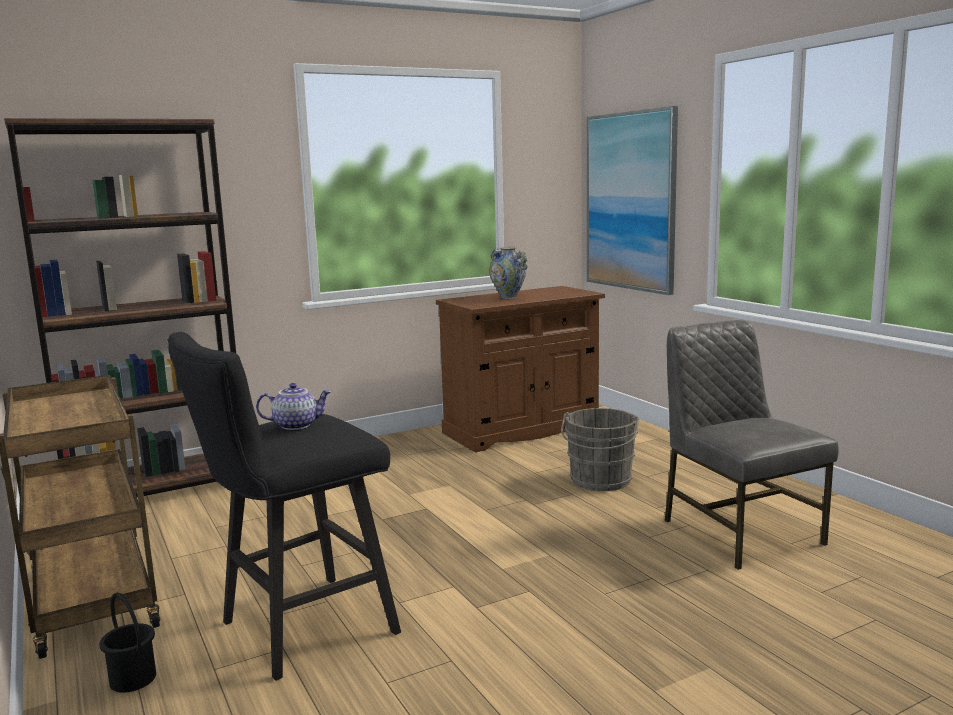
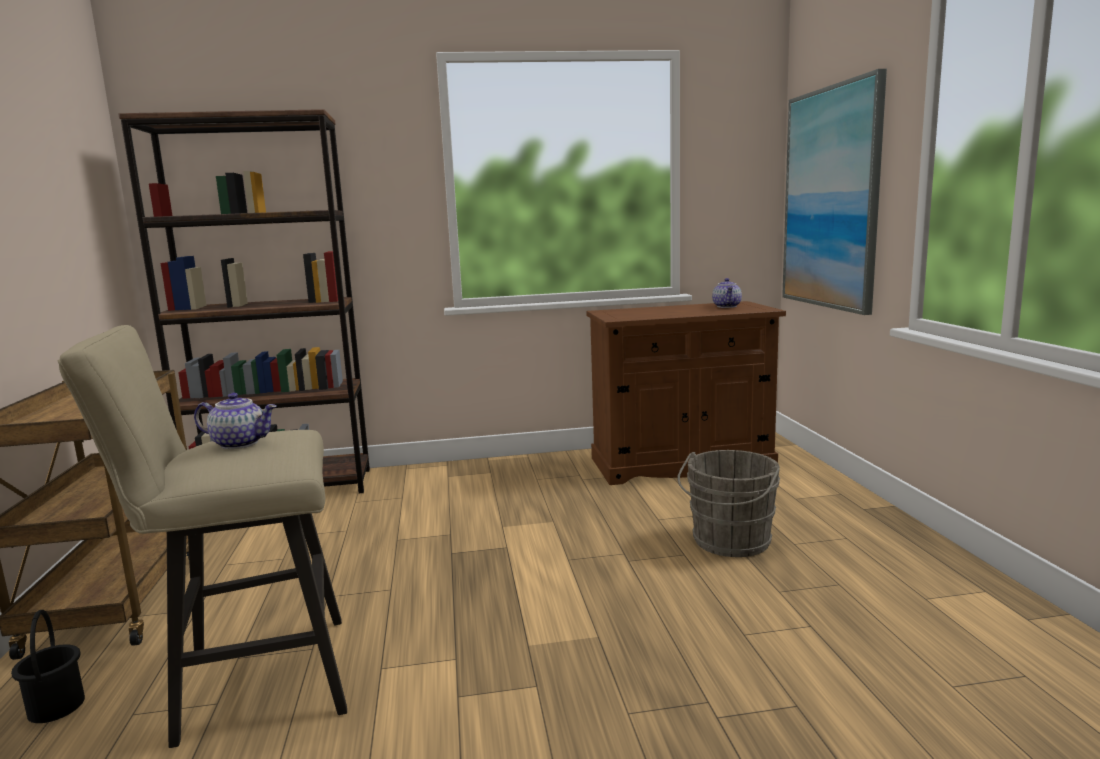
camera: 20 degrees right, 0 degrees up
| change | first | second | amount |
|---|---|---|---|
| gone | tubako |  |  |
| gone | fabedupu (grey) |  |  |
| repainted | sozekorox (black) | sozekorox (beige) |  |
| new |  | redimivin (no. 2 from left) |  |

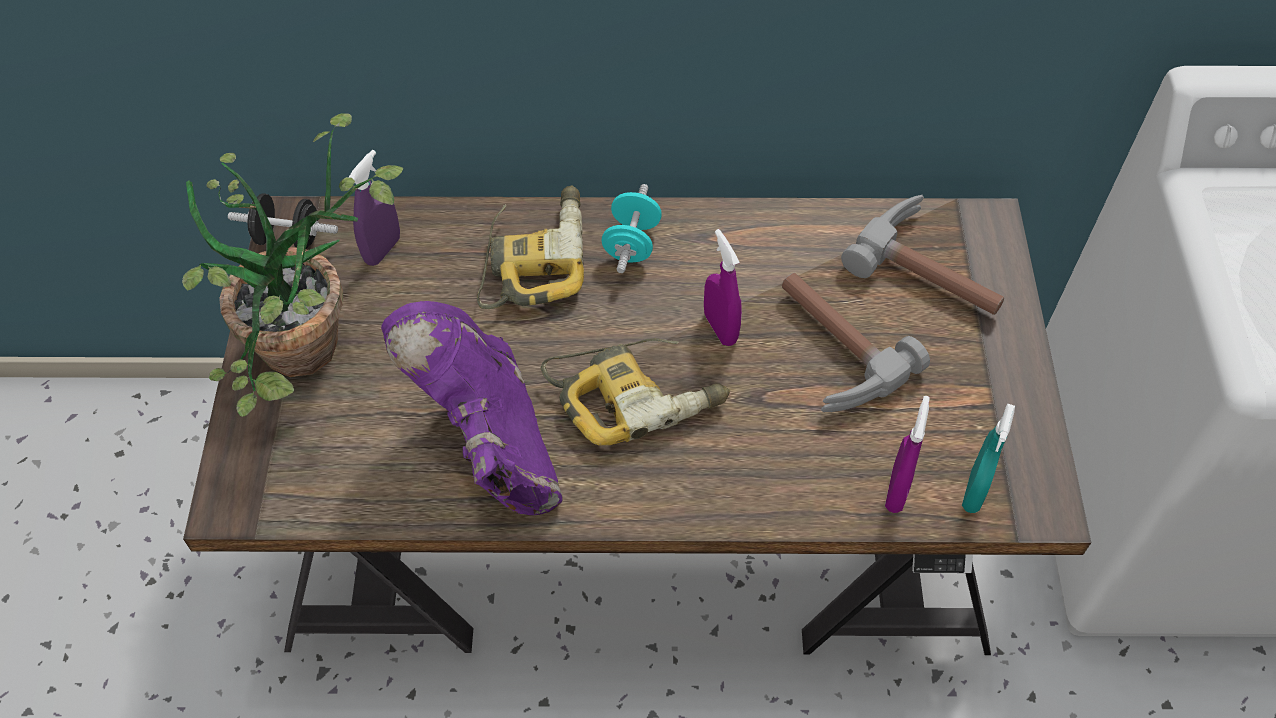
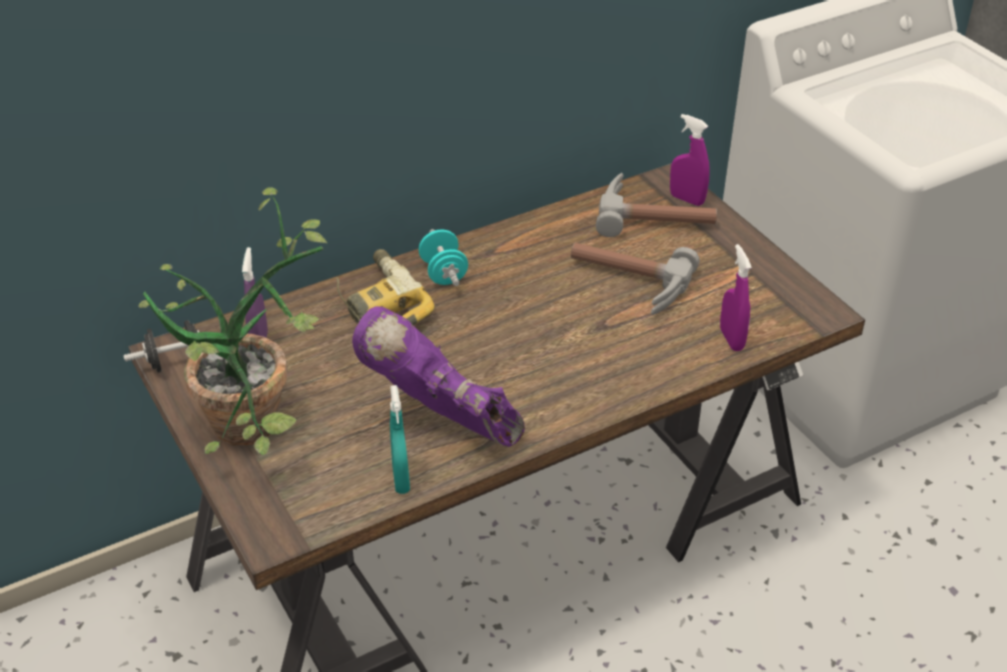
camera: 30 degrees left, 15 degrees down
| change | first | second | amount |
|---|---|---|---|
| shifted | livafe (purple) (no. 2 from left) |  |  |
| gone | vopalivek (no. 2 from left) |  |  |
| shifted | livafe (turquoise) |  |  |

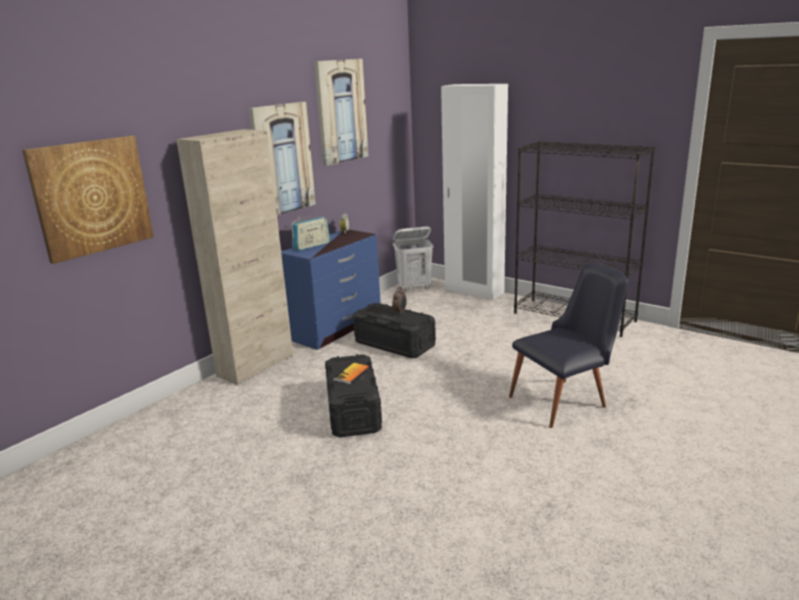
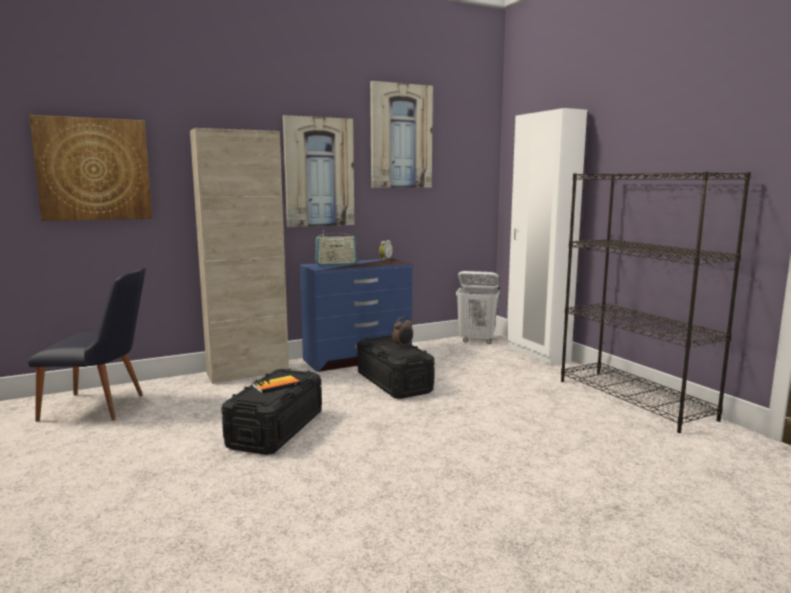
camera: 25 degrees right, 10 degrees down
| change | first | second | amount |
|---|---|---|---|
| shifted | fabedupu (black) |  |  |

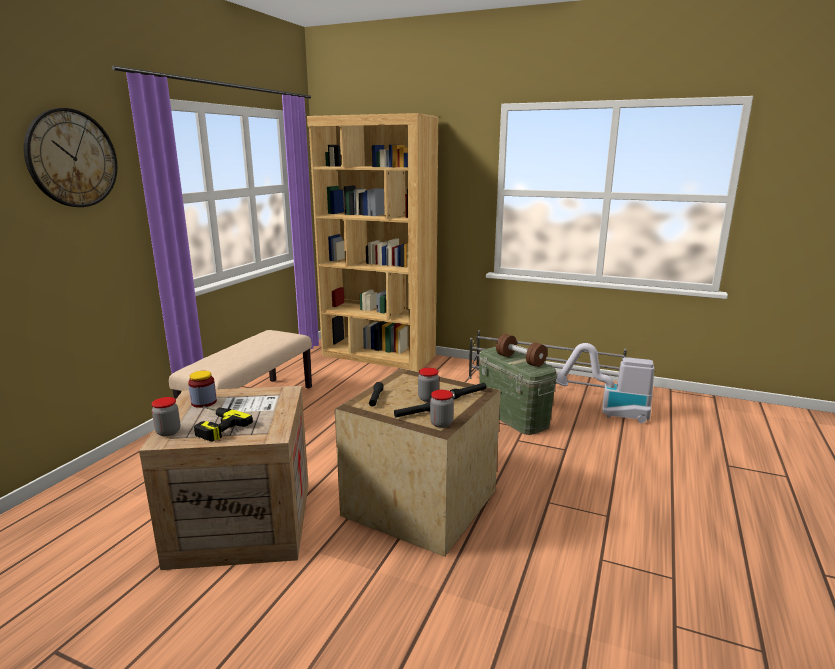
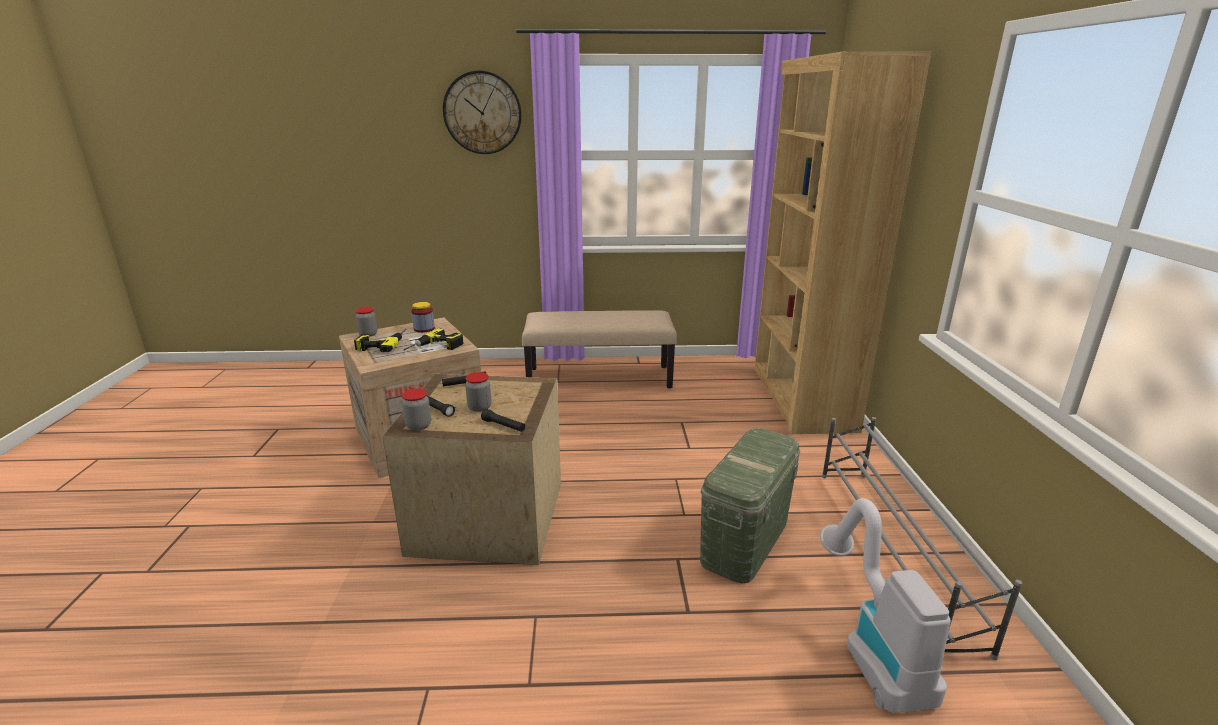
camera: 65 degrees right, 5 degrees up
| change | first | second | amount |
|---|---|---|---|
| gone | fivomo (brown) |  |  |
| new |  | vopalivek (no. 2 from left) |  |

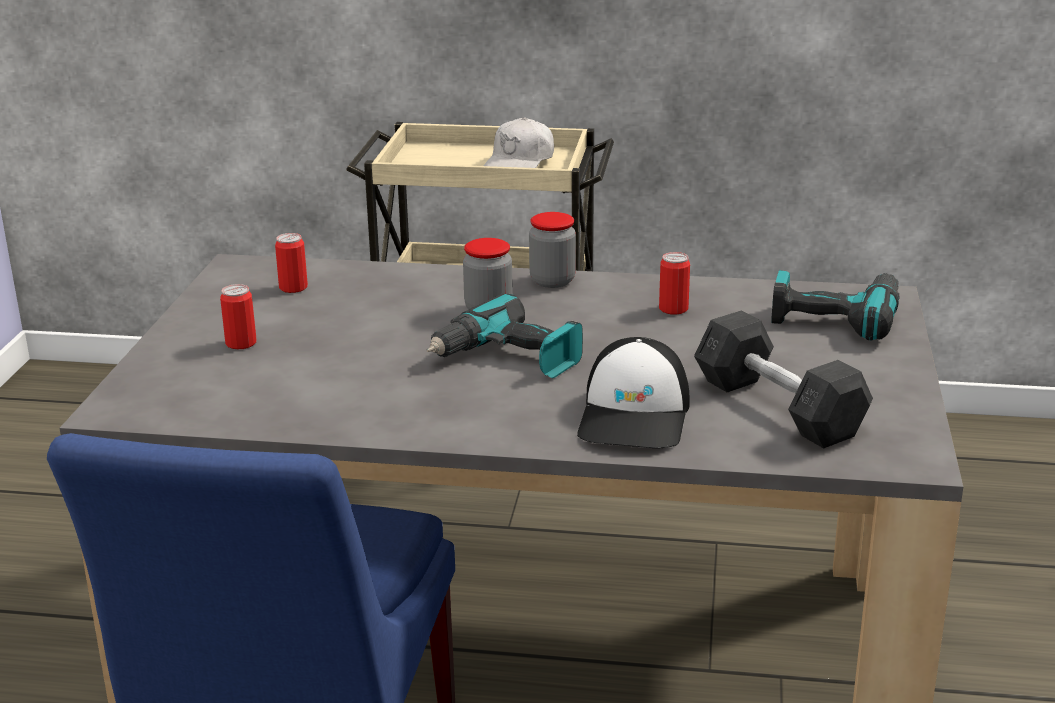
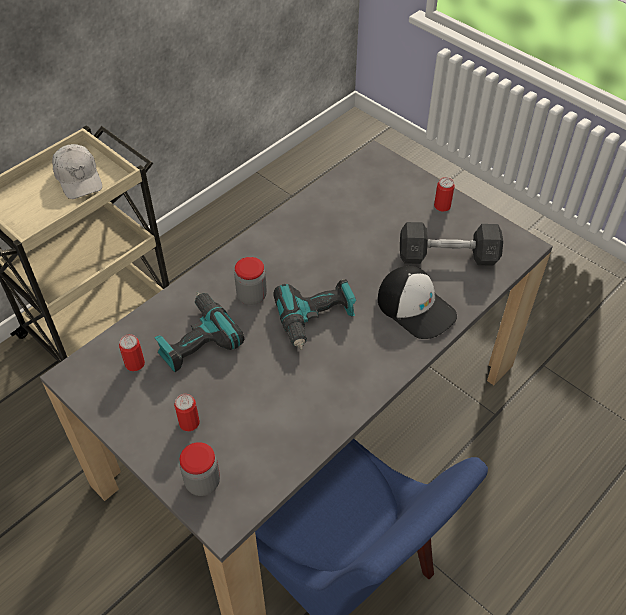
camera: 55 degrees left, 25 degrees up
| change | first | second | amount |
|---|---|---|---|
| shifted | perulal (no. 2 from left in the first image) | perulal (no. 1 from left) |  |
| shifted | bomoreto (no. 3 from left) |  |  |
| shifted | vopalivek (no. 2 from left in the first image) | vopalivek (no. 1 from left) |  |

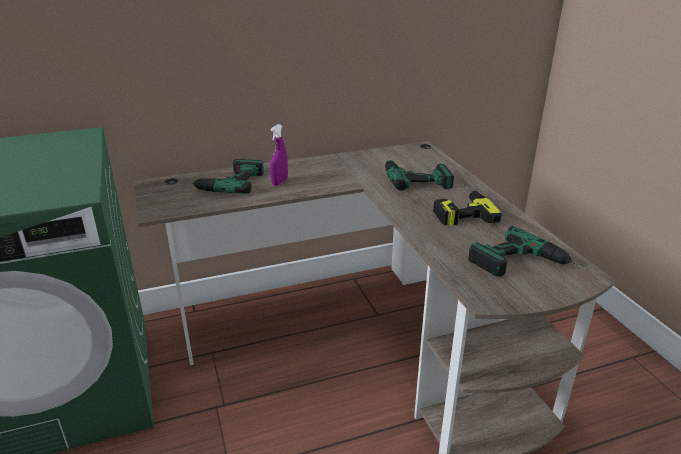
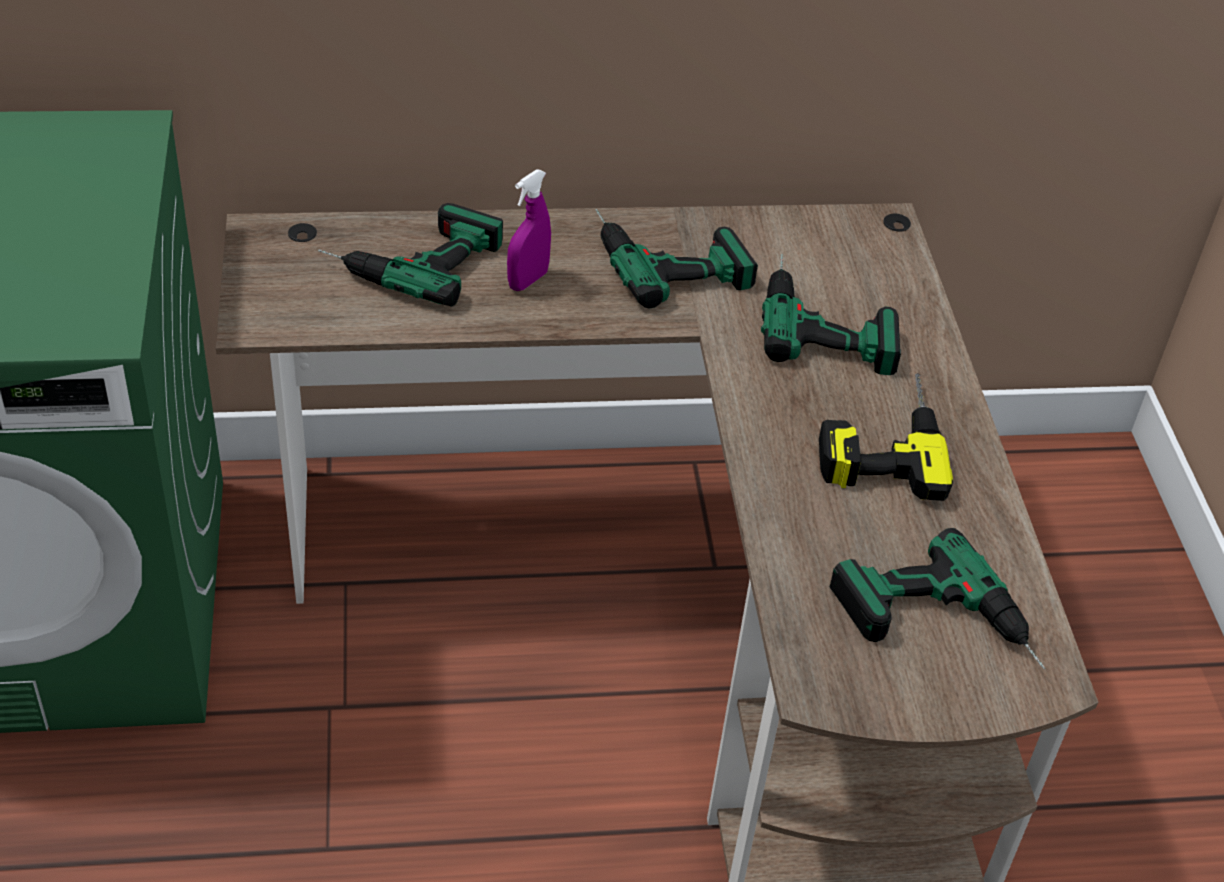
camera: 10 degrees right, 15 degrees up
| change | first | second | amount |
|---|---|---|---|
| new |  | vopalivek (no. 2 from left) |  |

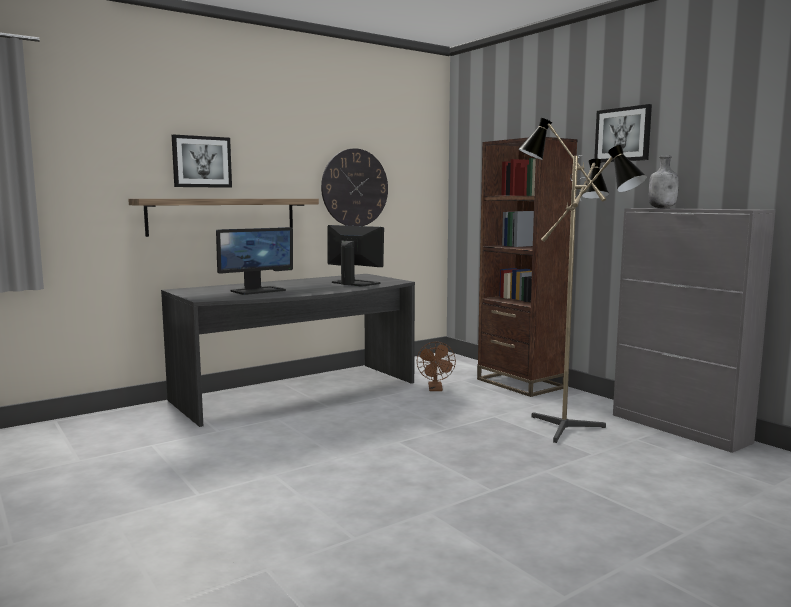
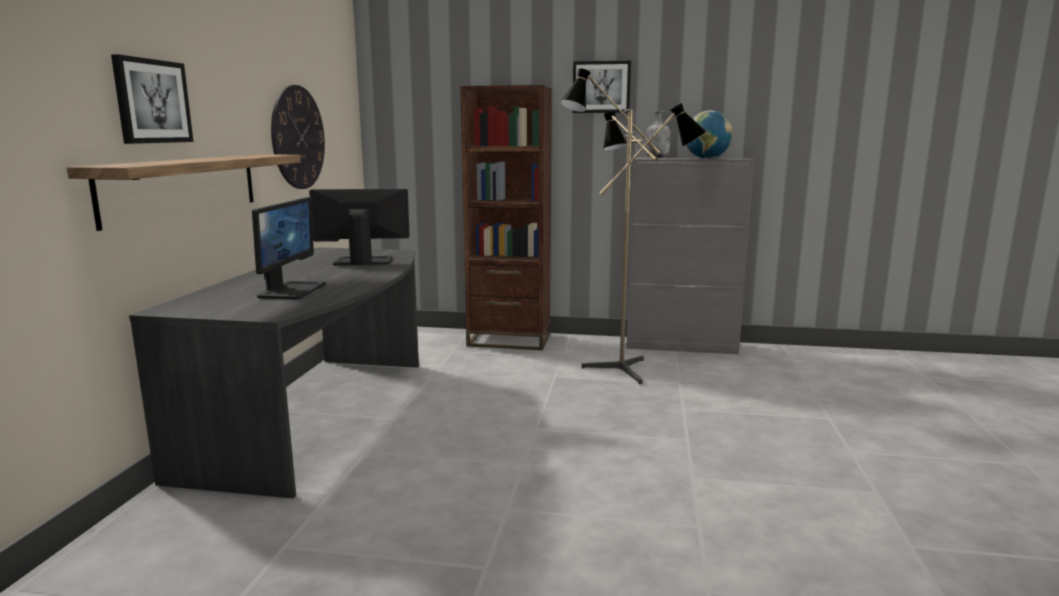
camera: 45 degrees left, 5 degrees up
| change | first | second | amount |
|---|---|---|---|
| gone | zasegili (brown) |  |  |
| new |  | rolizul |  |

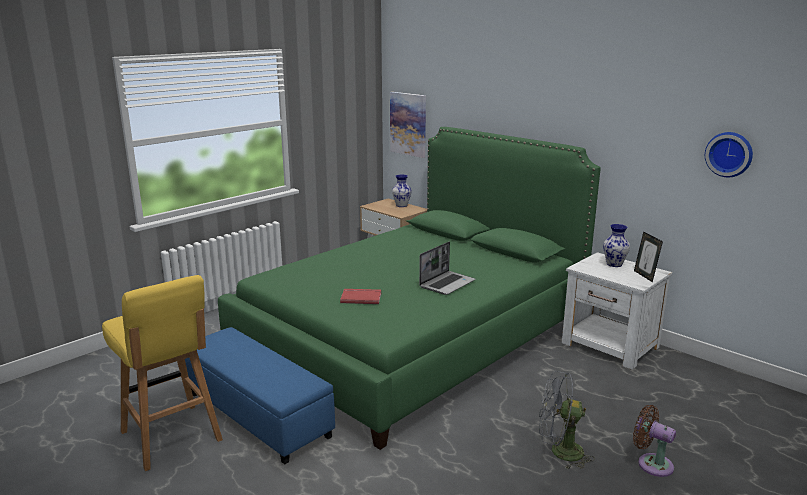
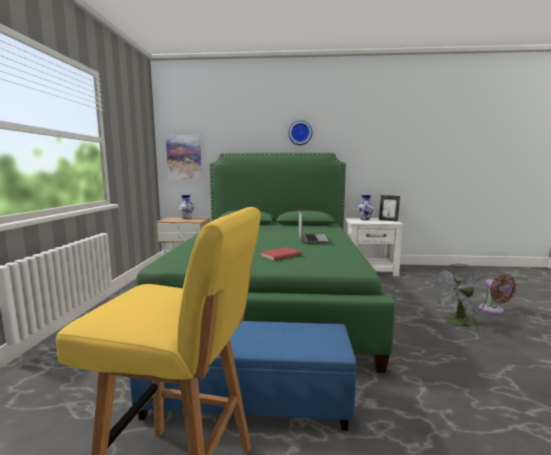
camera: 40 degrees left, 10 degrees down
| change | first | second | amount |
|---|---|---|---|
| shifted | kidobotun |  |  |
| rotated | zasegili (brown) |  | 105 degrees counterclockwise |

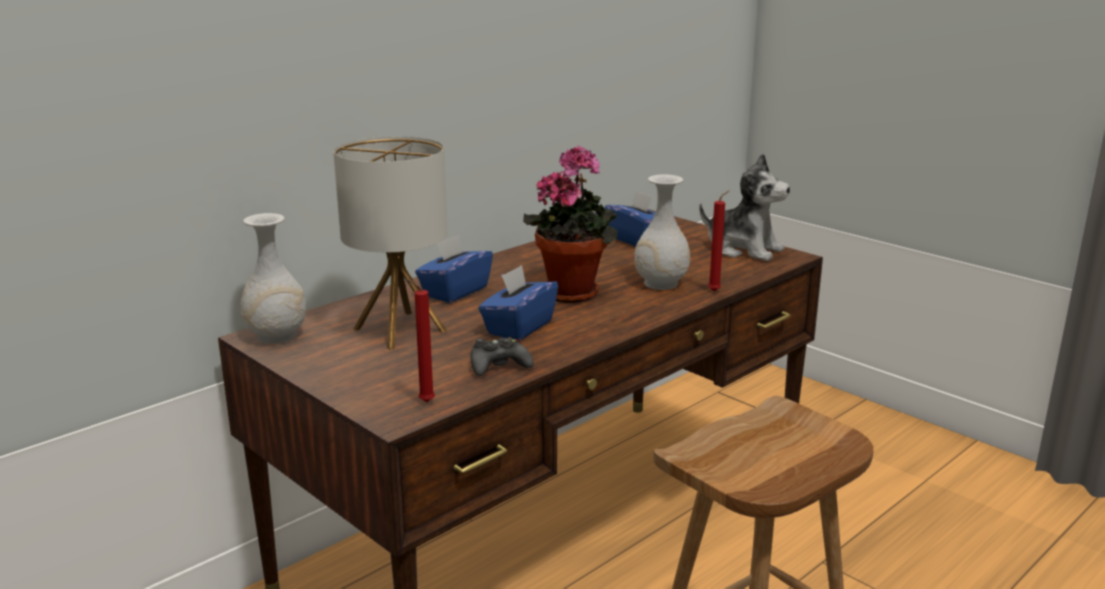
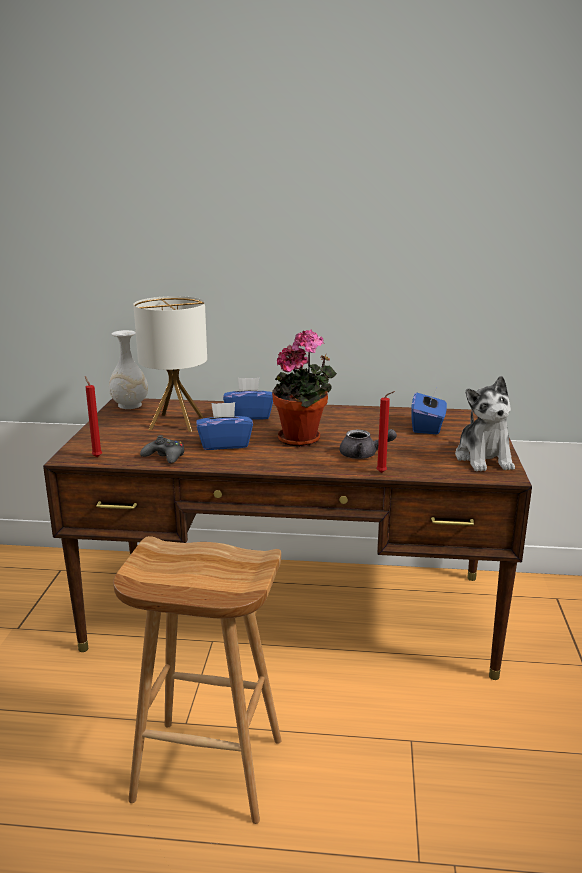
camera: 50 degrees right, 0 degrees up
| change | first | second | amount |
|---|---|---|---|
| swapped | tubako (white) (no. 2 from left) | redimivin (grey) |  |

